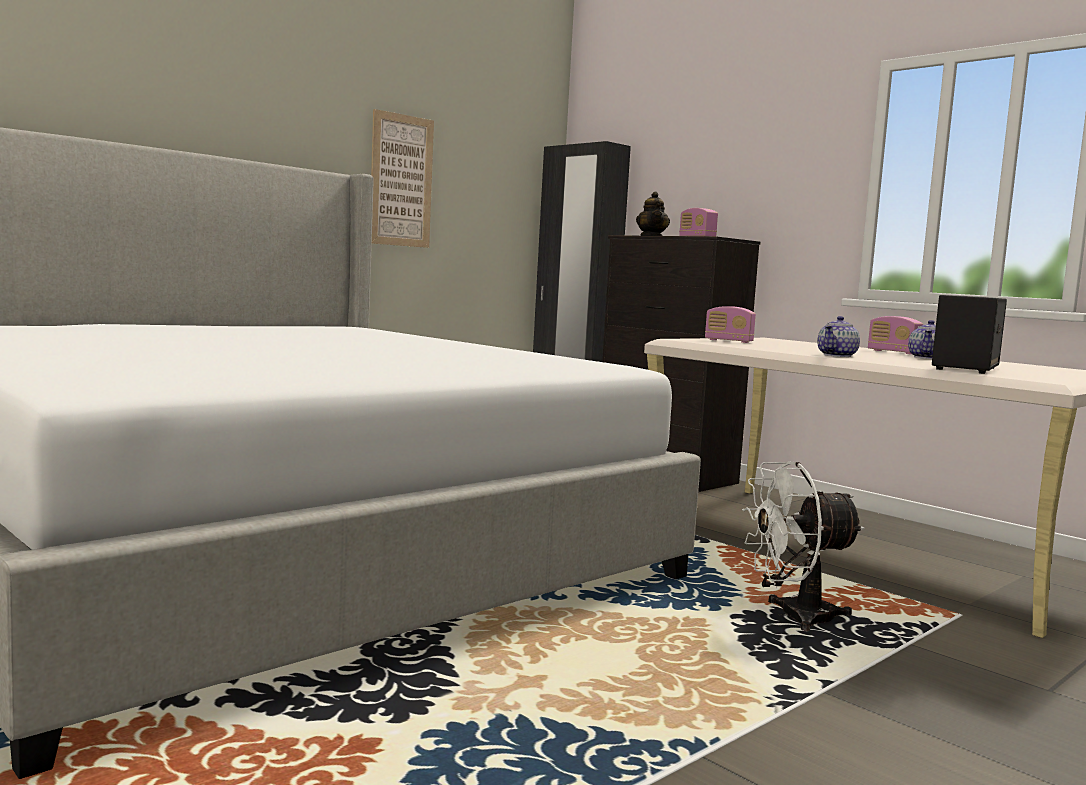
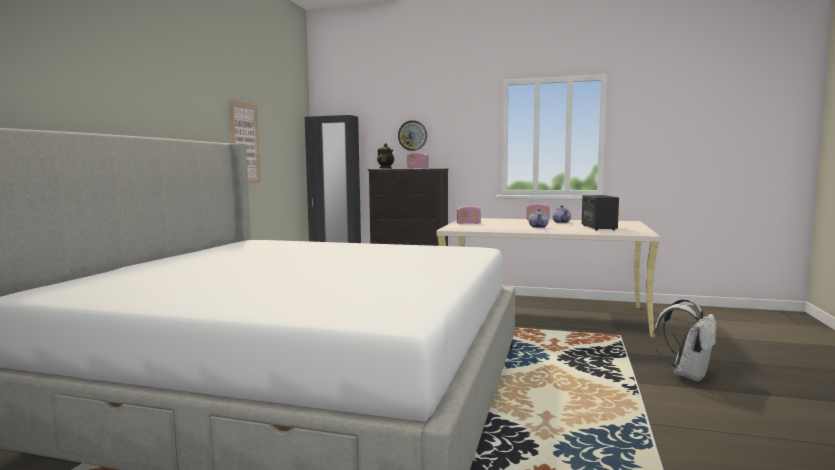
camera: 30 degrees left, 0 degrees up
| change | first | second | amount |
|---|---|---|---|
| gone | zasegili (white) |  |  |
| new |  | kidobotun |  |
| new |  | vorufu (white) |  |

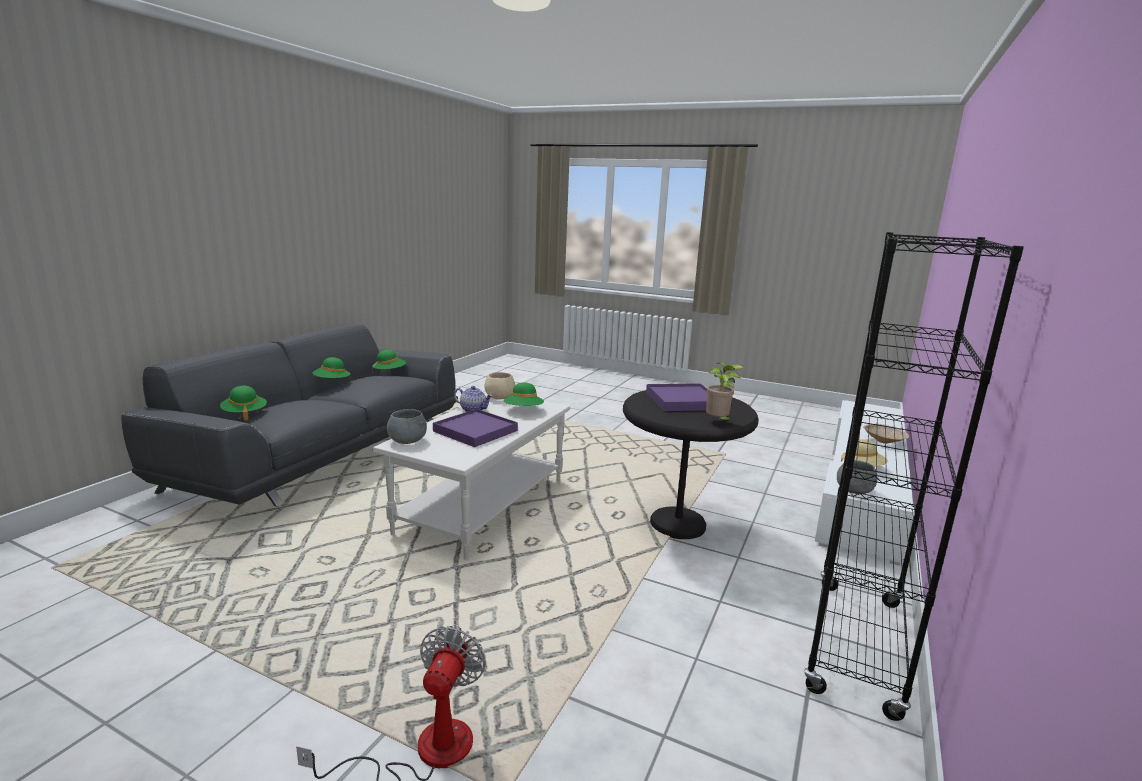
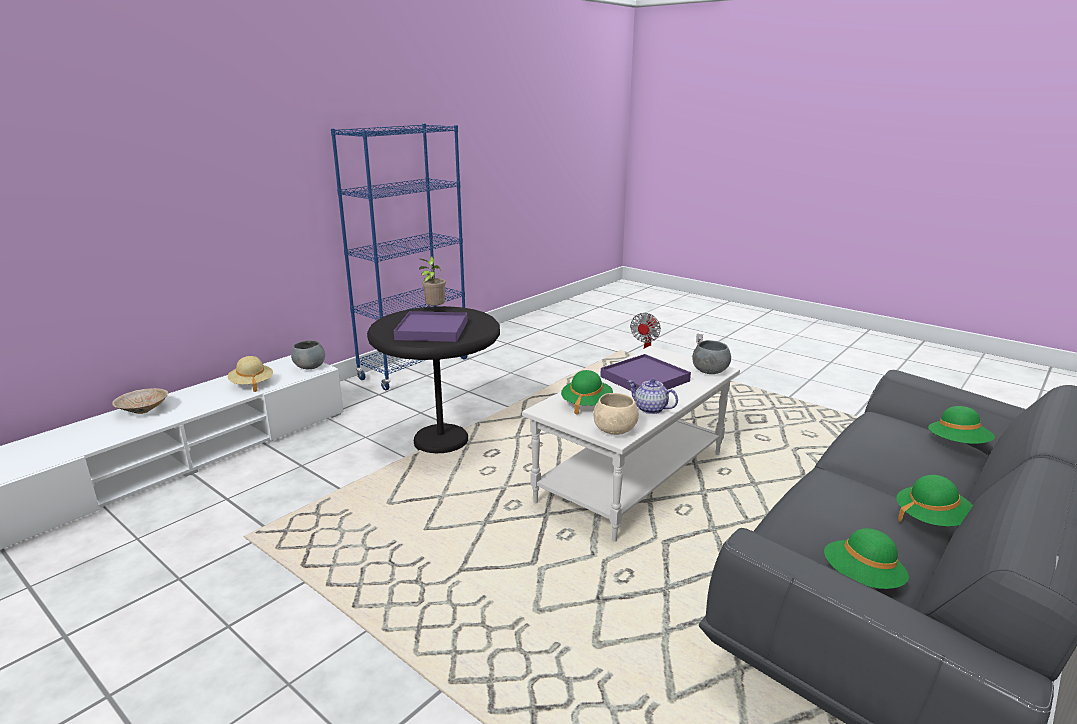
camera: 165 degrees left, 5 degrees up
| change | first | second | amount |
|---|---|---|---|
| repainted | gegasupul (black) | gegasupul (blue) |  |

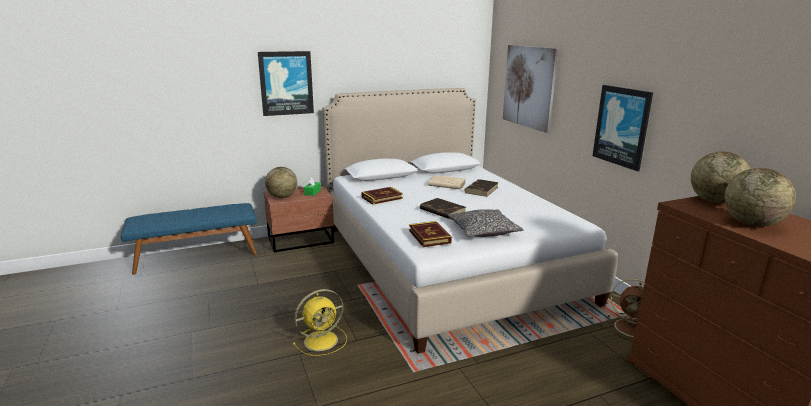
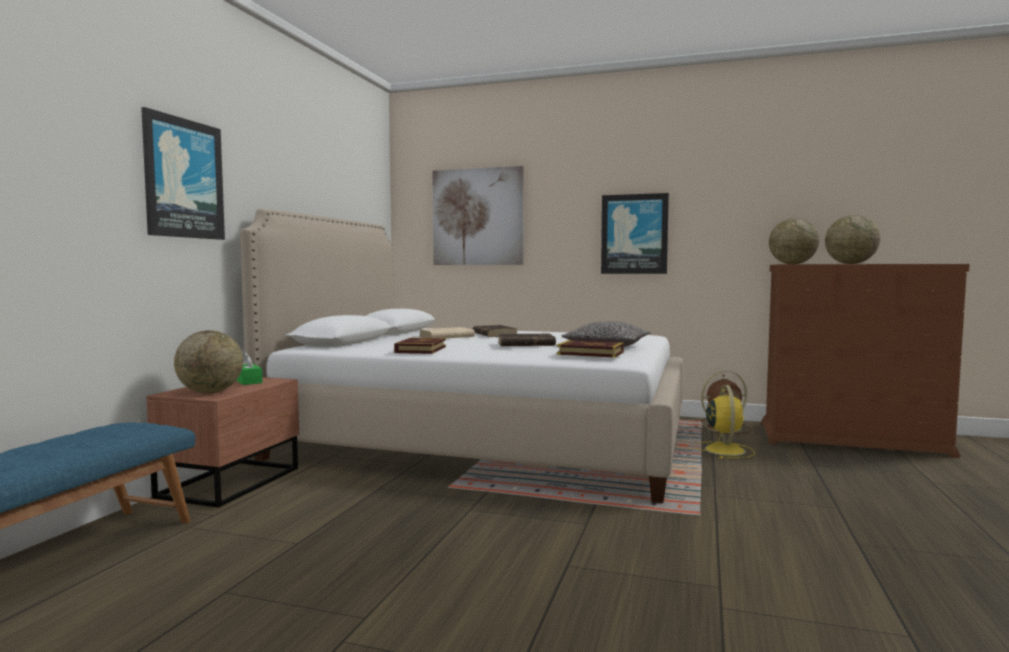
camera: 50 degrees left, 15 degrees down
| change | first | second | amount |
|---|---|---|---|
| shifted | zasegili (yellow) |  |  |

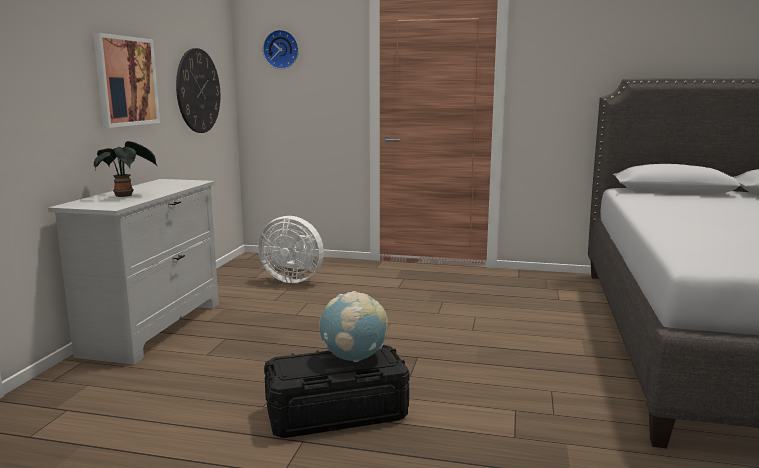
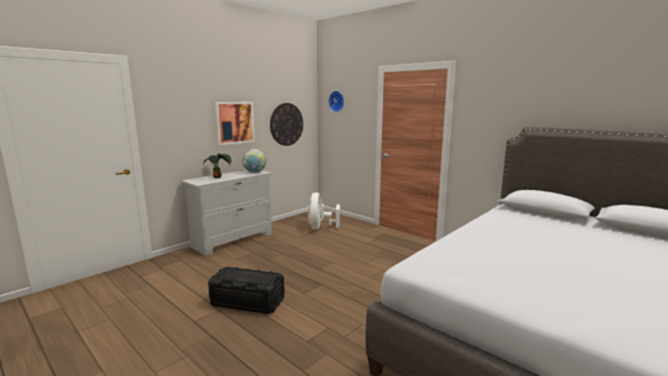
camera: 30 degrees right, 0 degrees up
| change | first | second | amount |
|---|---|---|---|
| rotated | zasegili (white) |  | 45 degrees clockwise |
| shifted | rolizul |  |  |

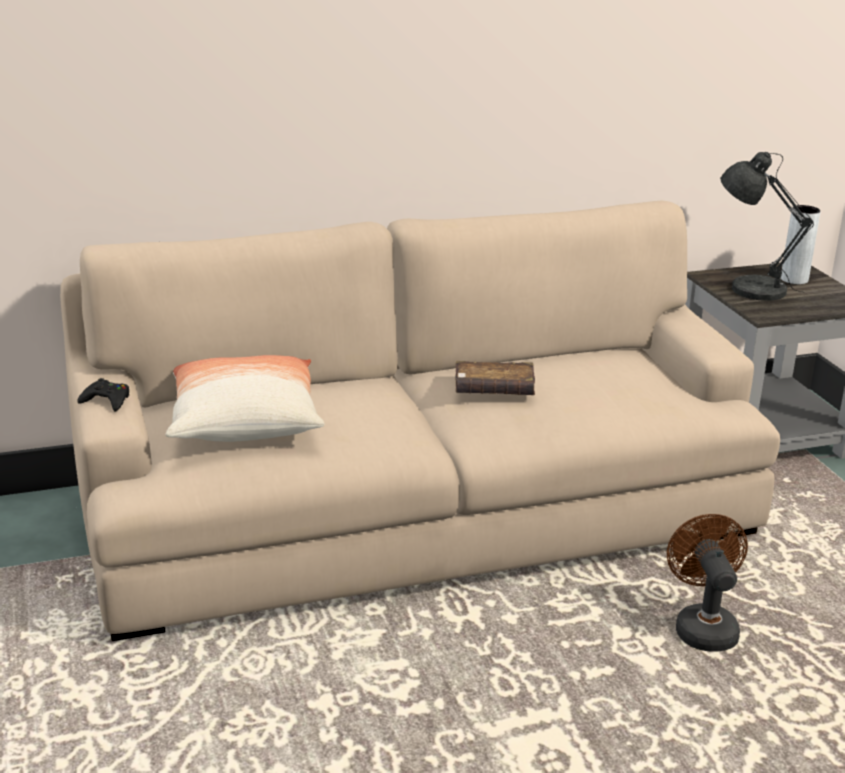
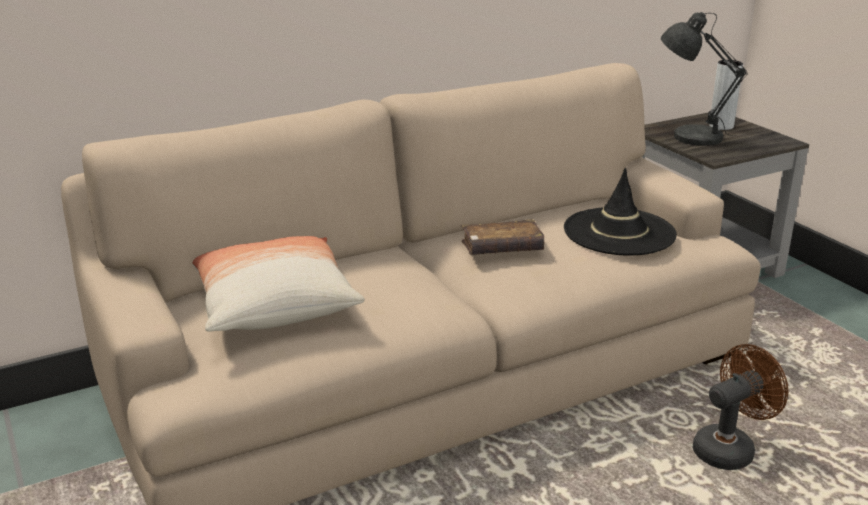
camera: 10 degrees left, 0 degrees up
| change | first | second | amount |
|---|---|---|---|
| gone | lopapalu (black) |  |  |
| rotated | zasegili (brown) |  | 75 degrees clockwise |
| new |  | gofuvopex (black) |  |

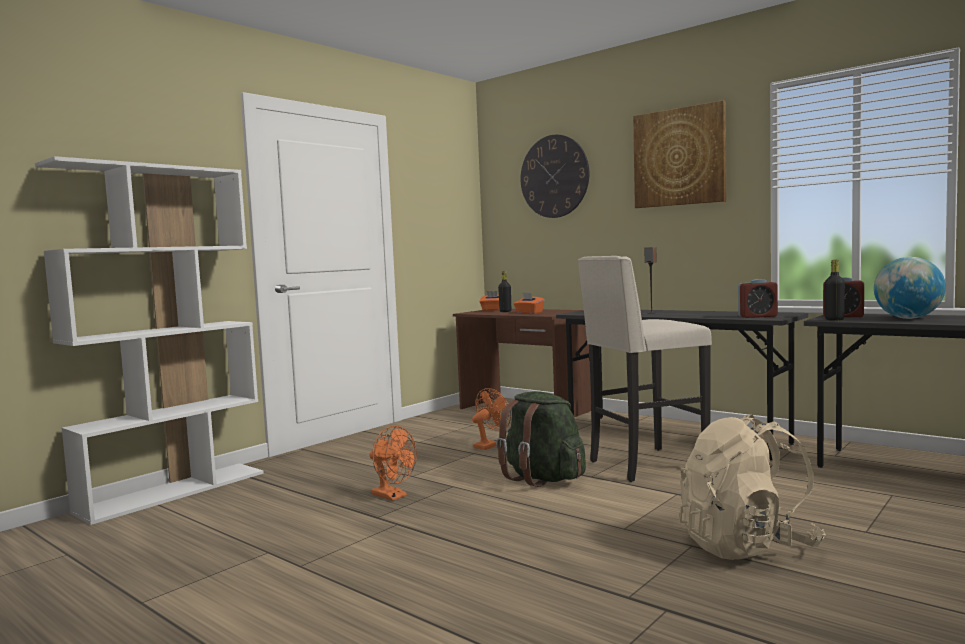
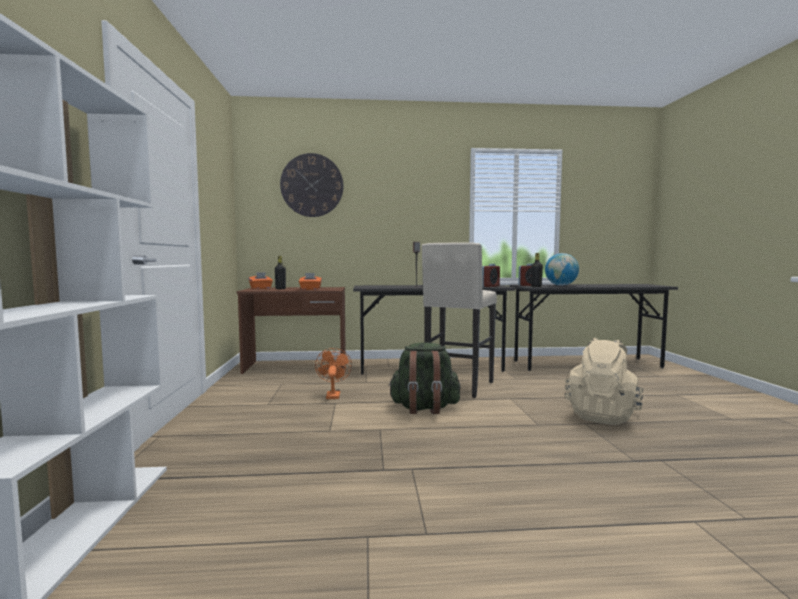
camera: 45 degrees left, 0 degrees up
| change | first | second | amount |
|---|---|---|---|
| gone | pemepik |  |  |
| gone | zasegili (orange) (no. 1 from left) |  |  |

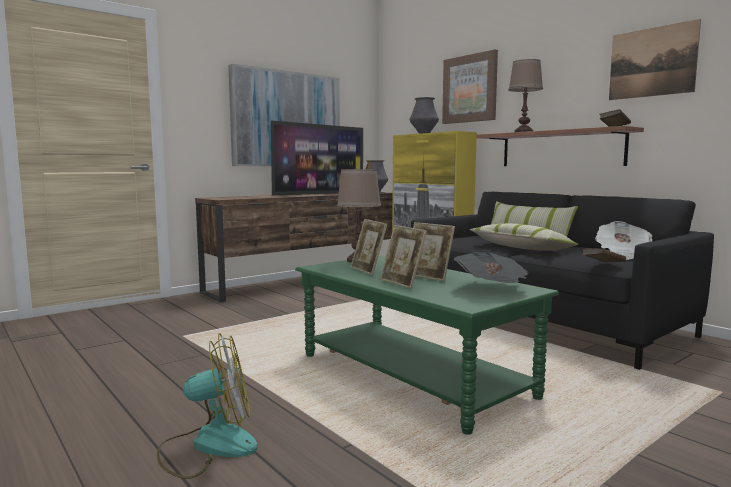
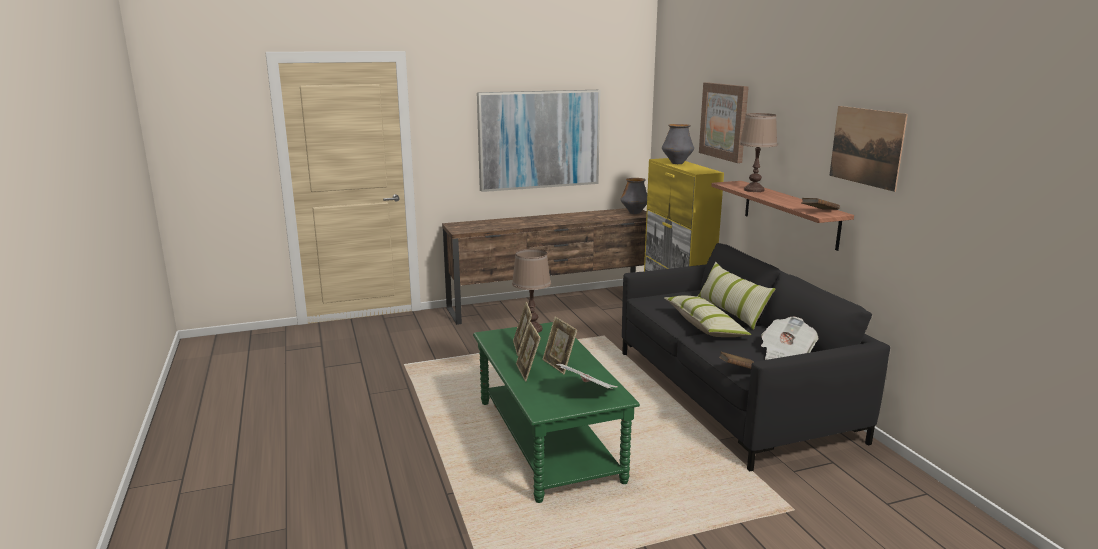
camera: 20 degrees right, 10 degrees up
| change | first | second | amount |
|---|---|---|---|
| gone | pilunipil |  |  |
| gone | zasegili |  |  |

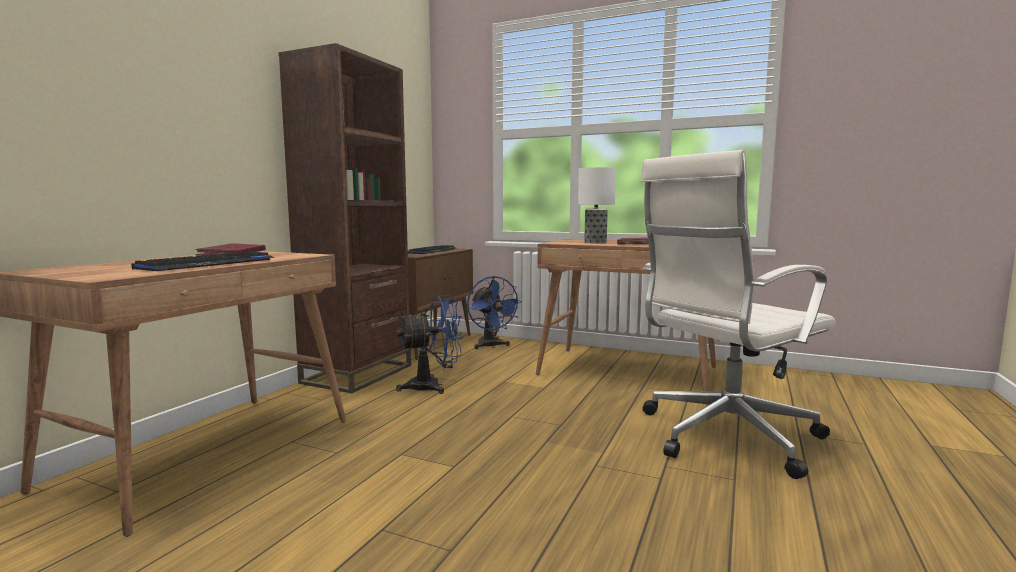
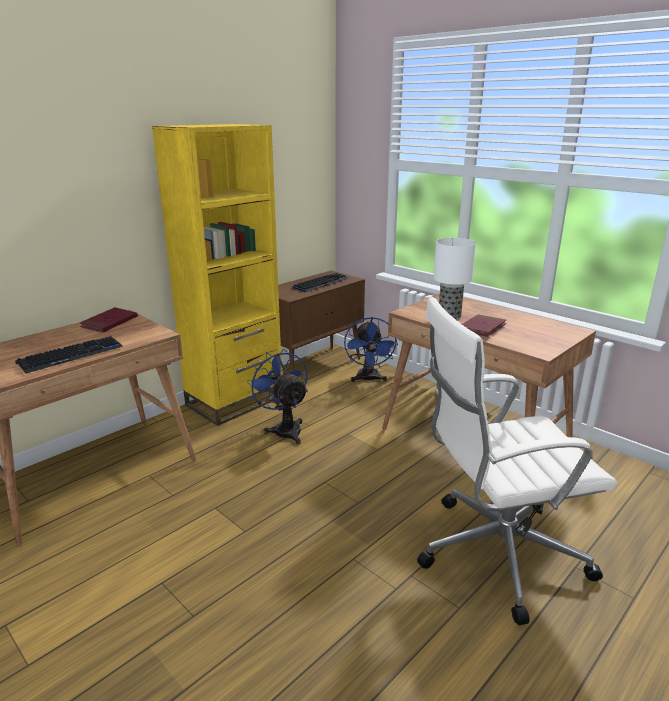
camera: 20 degrees right, 15 degrees up
| change | first | second | amount |
|---|---|---|---|
| repainted | gegasupul (brown) | gegasupul (yellow) |  |
| rotated | zasegili (blue) (no. 1 from left) |  | 120 degrees counterclockwise |

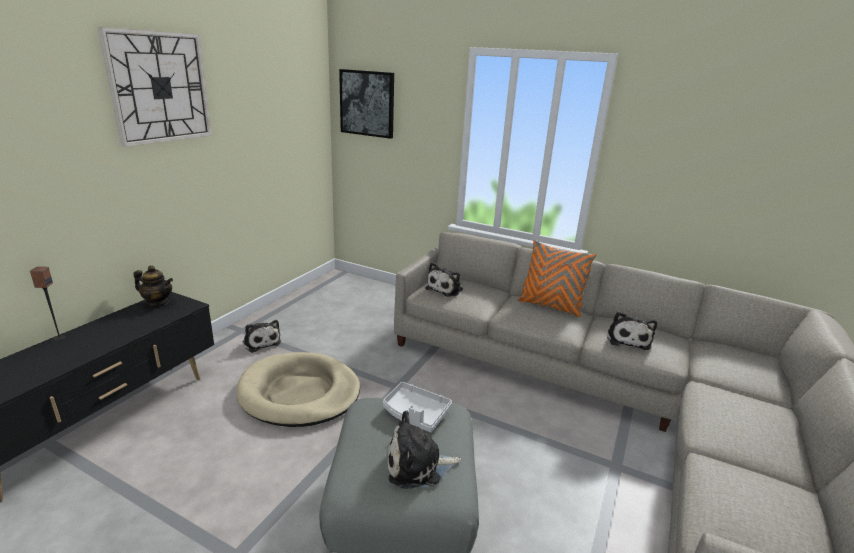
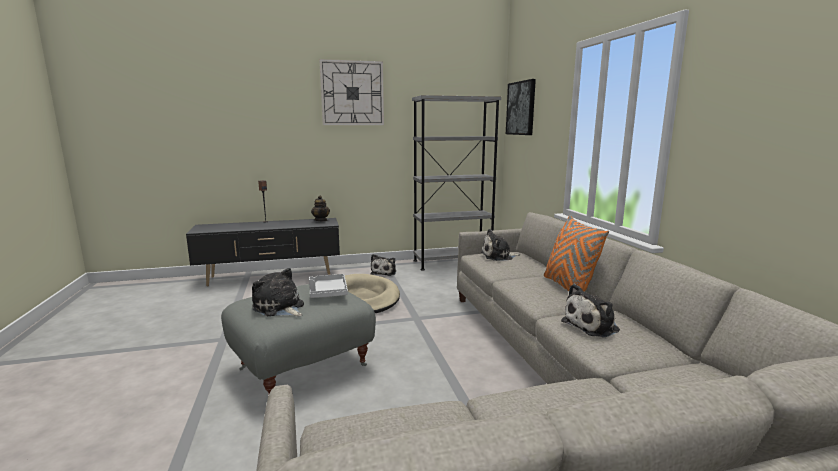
camera: 50 degrees right, 10 degrees down
| change | first | second | amount |
|---|---|---|---|
| new |  | gegasupul (grey) |  |

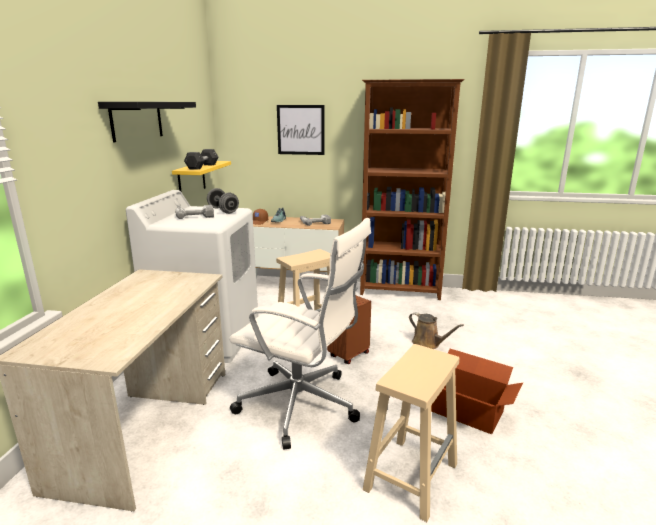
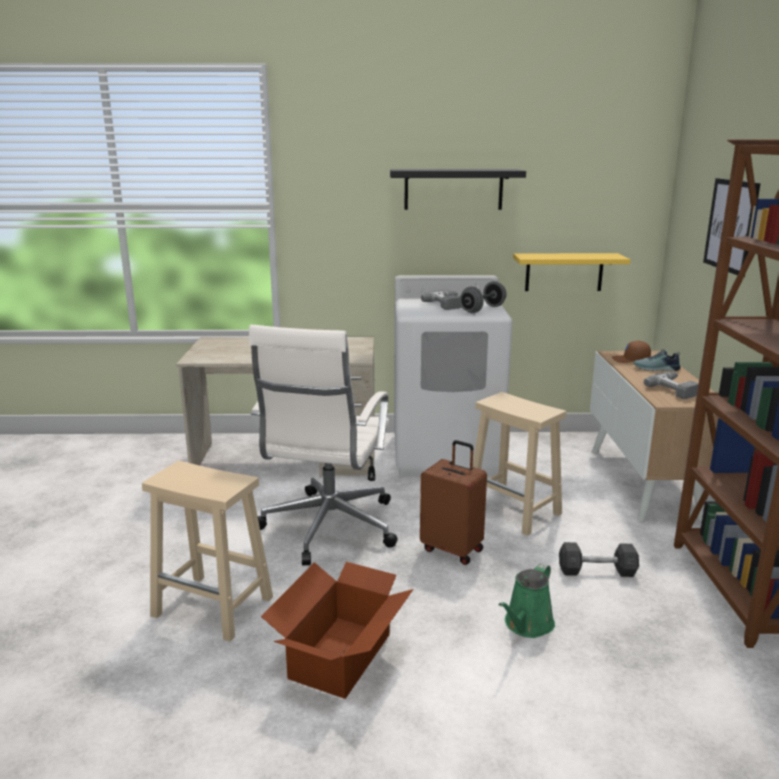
camera: 80 degrees right, 0 degrees up
| change | first | second | amount |
|---|---|---|---|
| shifted | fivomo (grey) (no. 1 from left in the first image) | fivomo (grey) (no. 2 from left) |  |
| repainted | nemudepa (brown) | nemudepa (green) |  |

